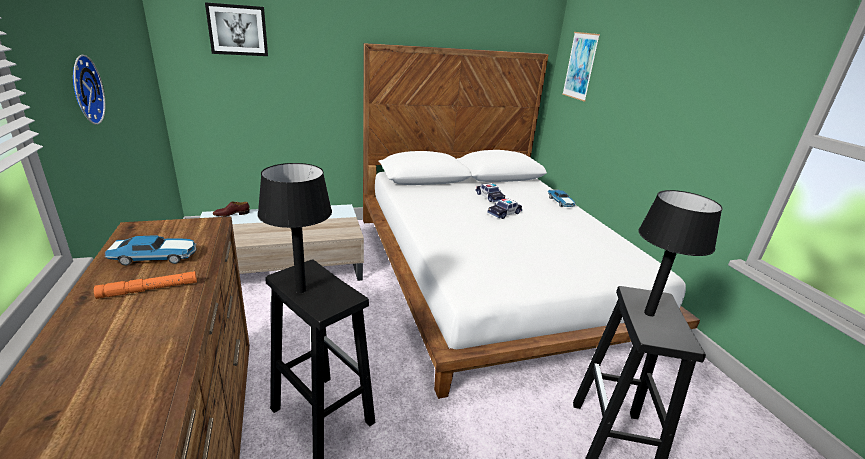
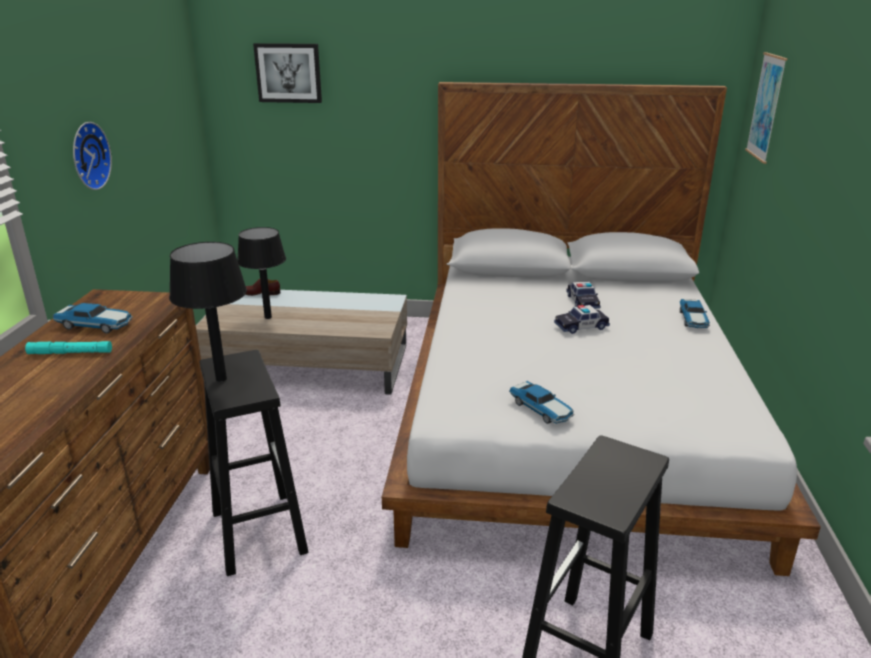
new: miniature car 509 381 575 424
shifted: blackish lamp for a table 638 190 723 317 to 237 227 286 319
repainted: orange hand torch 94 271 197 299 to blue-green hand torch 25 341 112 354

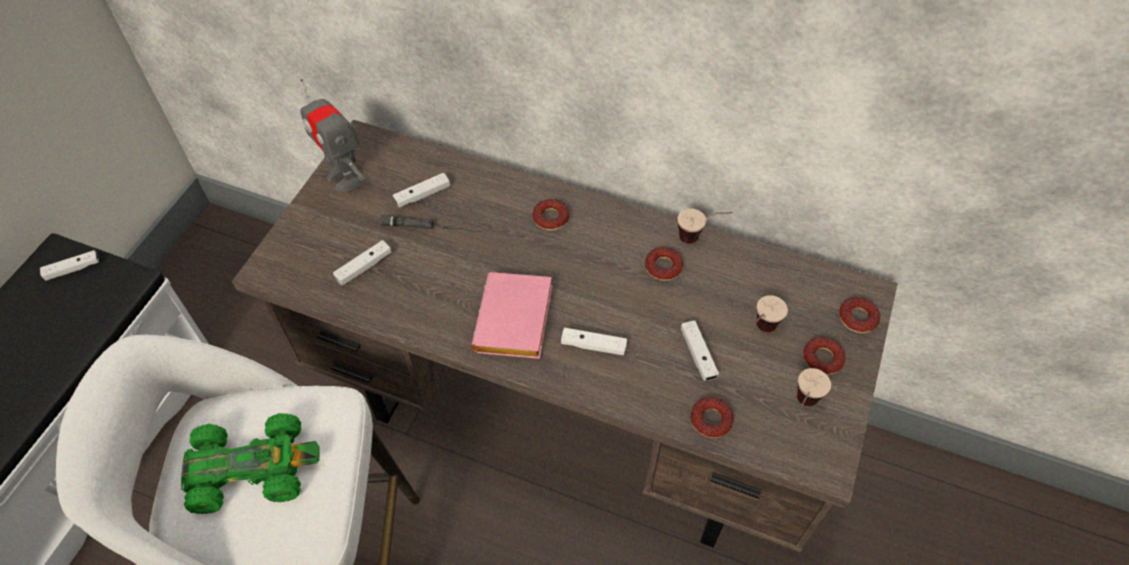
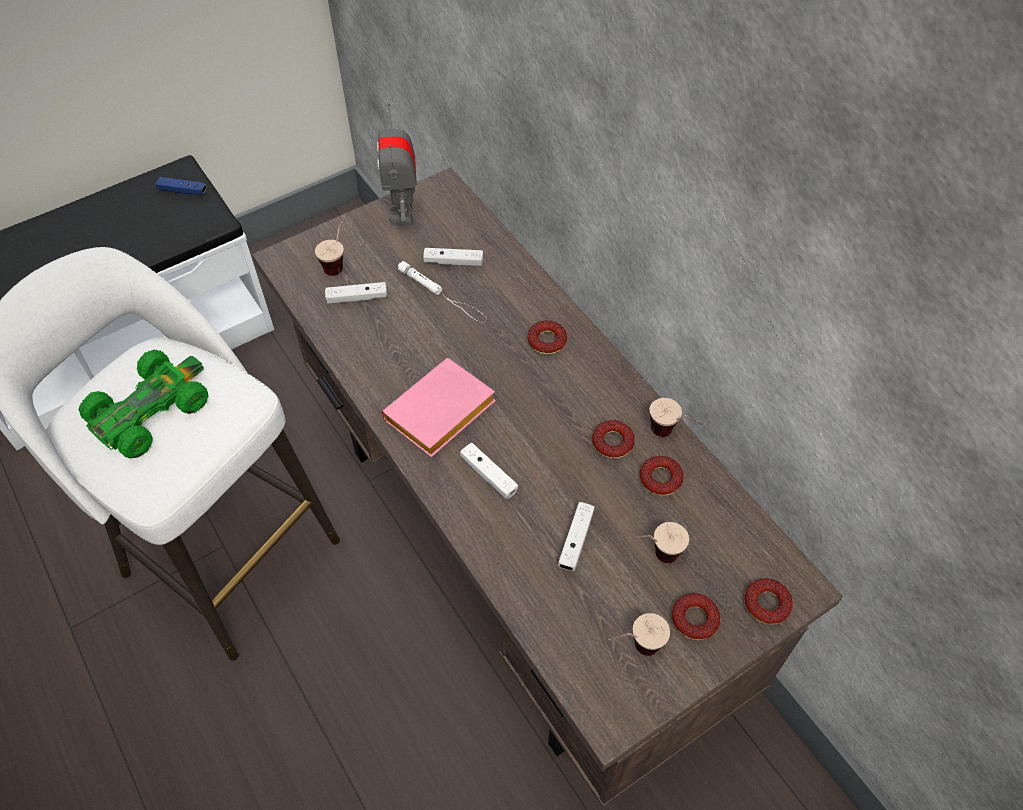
new: drinking cup 315 212 349 276
shifted: doughnut 691 397 734 438 to 640 456 684 496
repainted: white-coloured joypad 40 250 99 281 to bluish joypad 156 177 206 195; blackish hand torch 380 215 490 232 to white-coloured hand torch 398 261 486 321
rotated: greenish miniature car 181 413 319 514 = 78 350 208 458 75 degrees counterclockwise

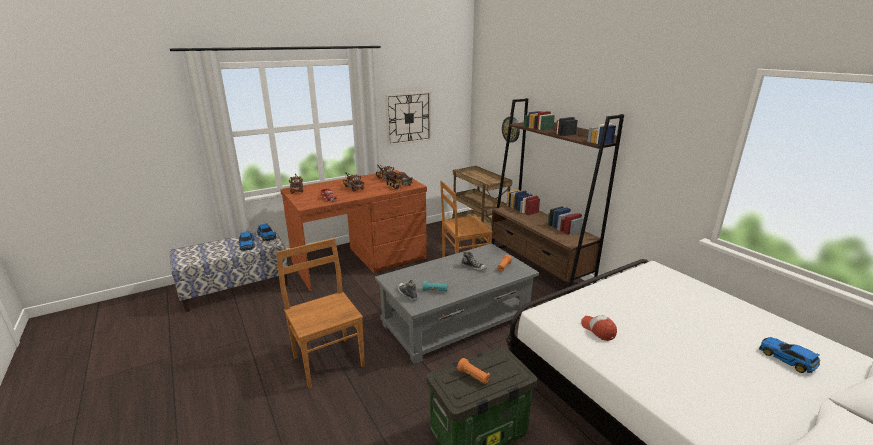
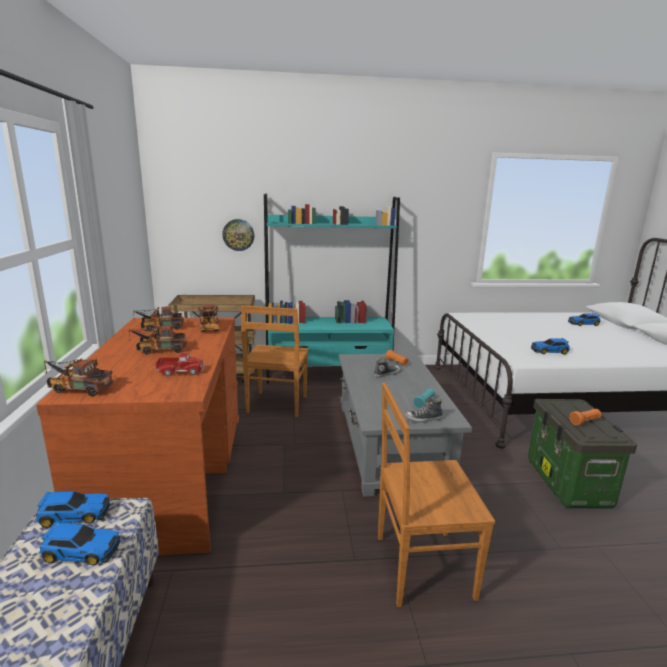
gone: hanging clock 385 91 431 146
swapped: baseball cap 581 315 617 341 to miniature car 531 338 570 354
repainted: brown bookshelf 491 98 624 294 to blue-green bookshelf 264 194 400 384

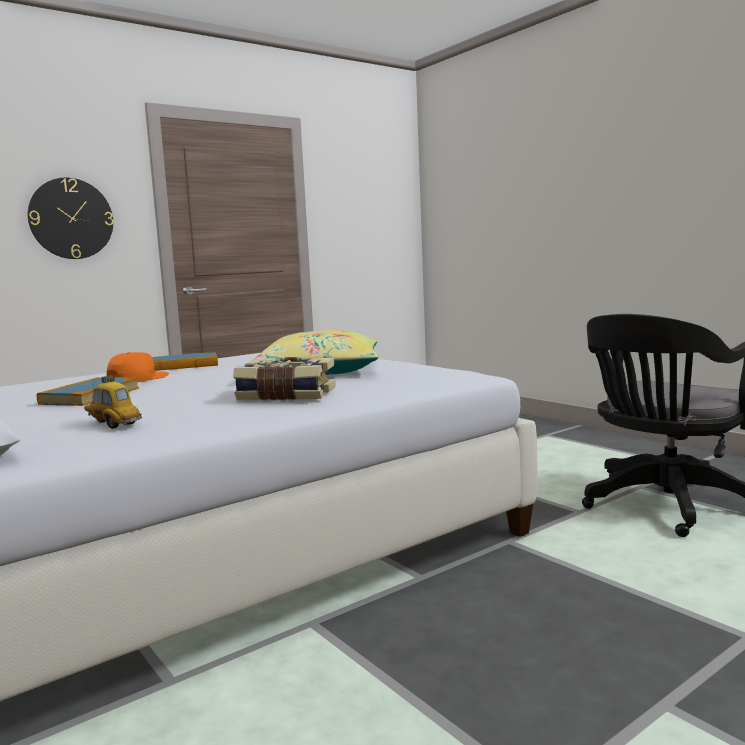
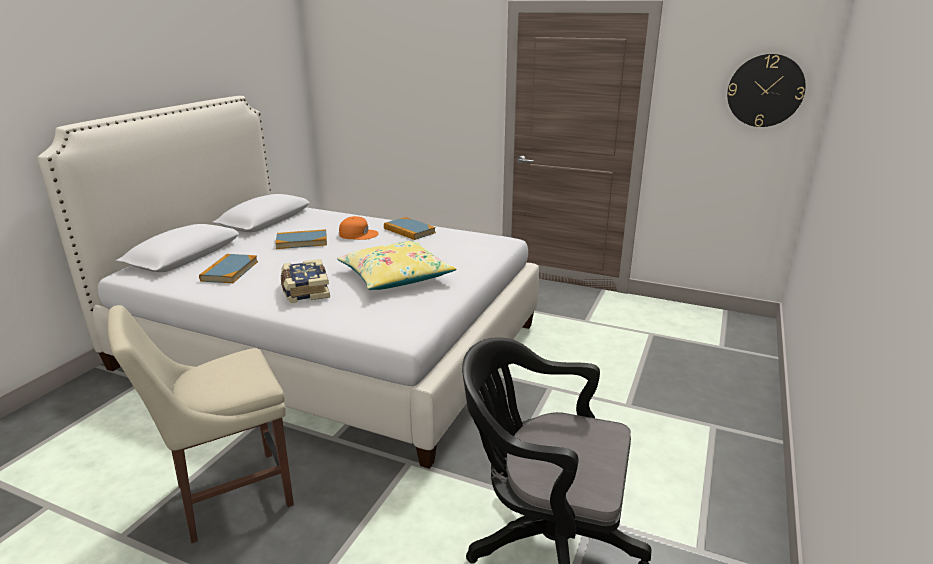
new: beige-coloured upright chair 108 305 294 543
shifted: hanging clock 28 178 113 259 to 727 54 806 127
swapped: miniature car 84 375 142 429 to book 199 254 258 283

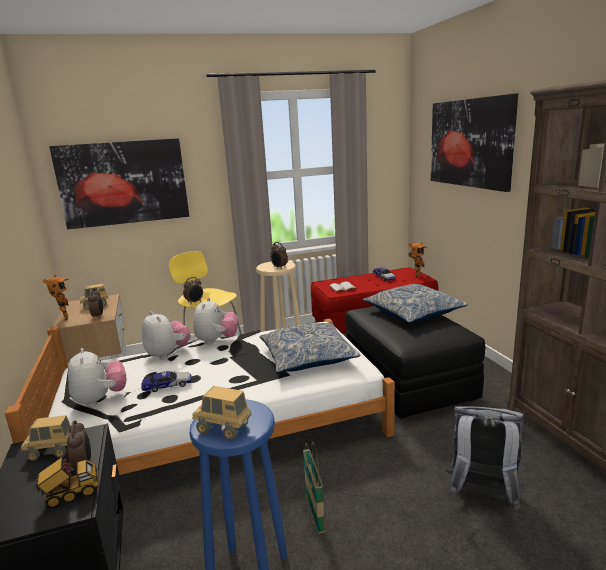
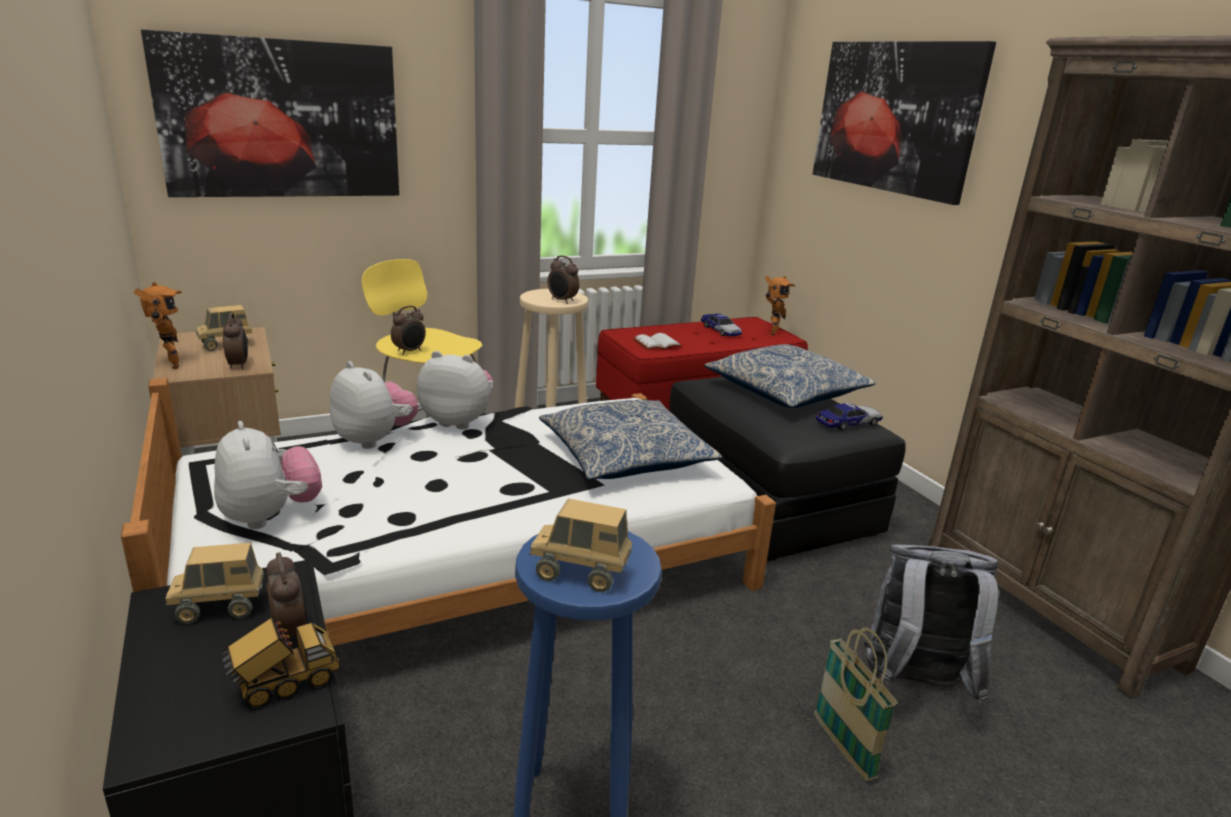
shifted: miniature car 141 371 192 392 to 816 402 883 430; storage basket 303 441 325 534 to 814 627 898 781
rotated: cuddly toy 194 297 238 345 = 417 351 493 429 75 degrees counterclockwise

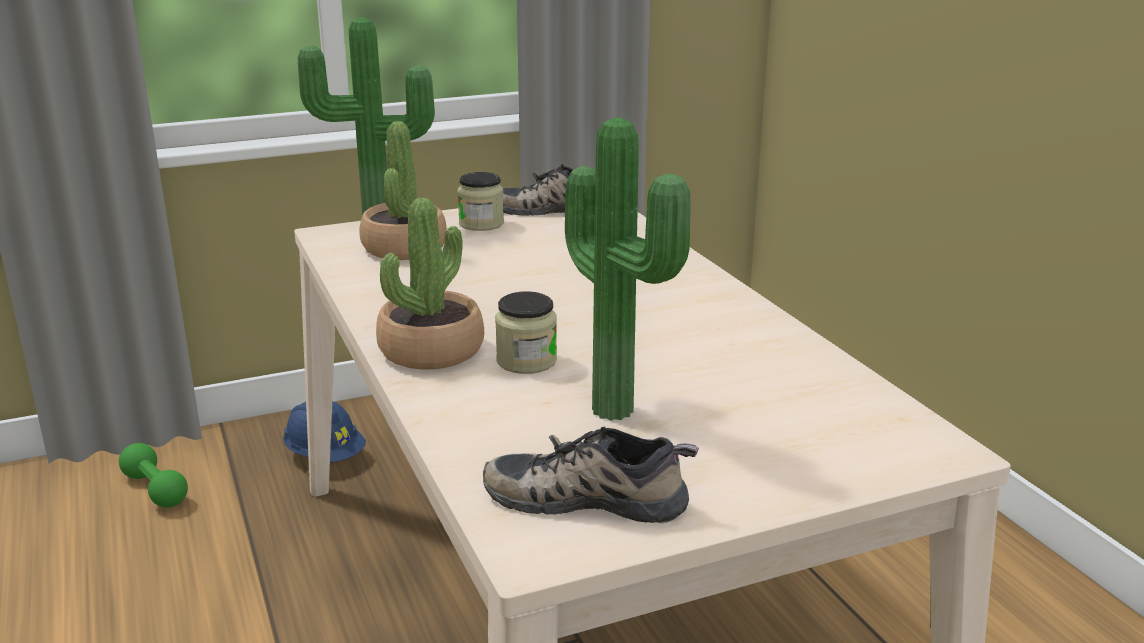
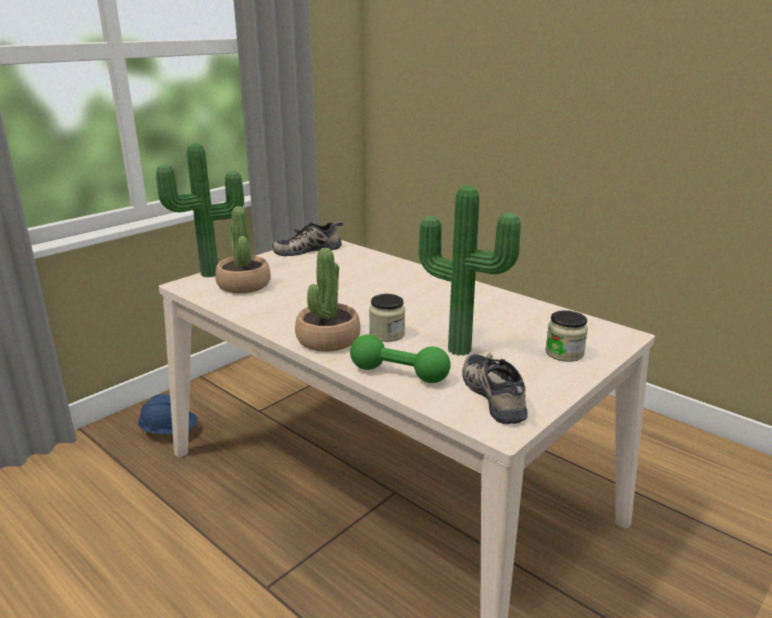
shifted: greenish dumbbell 119 443 188 508 to 350 334 451 383; storage jar 458 172 504 231 to 546 310 588 362
rotated: low shoe 483 427 699 523 = 462 353 528 424 90 degrees clockwise

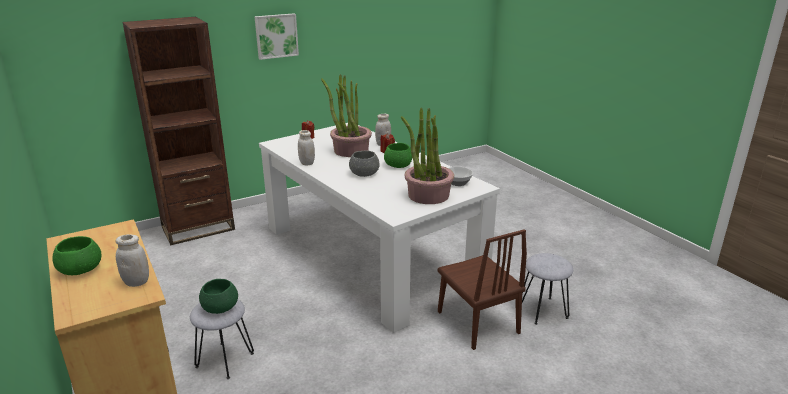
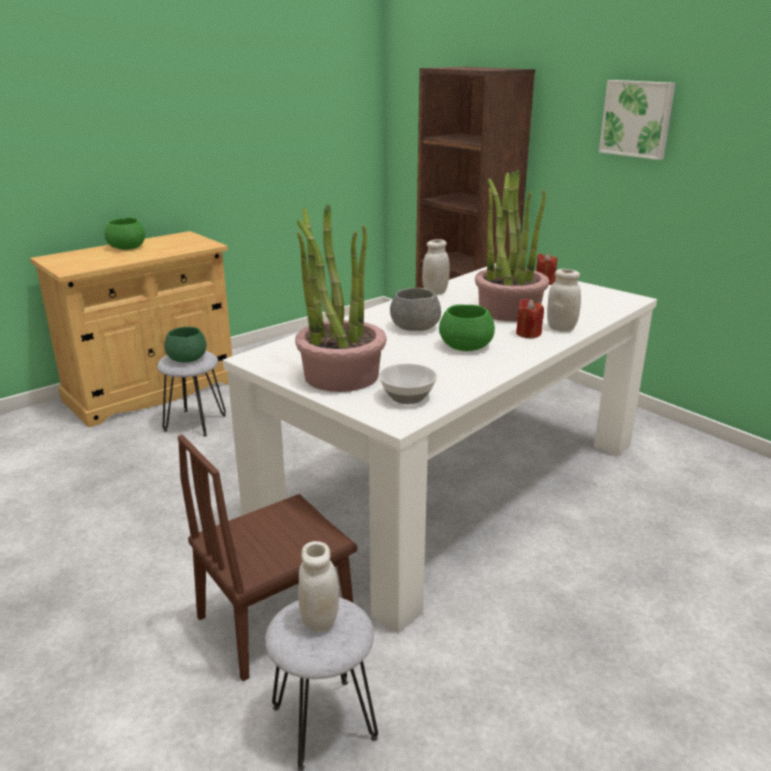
shifted: white-coloured storage jar 116 234 149 287 to 298 541 339 632

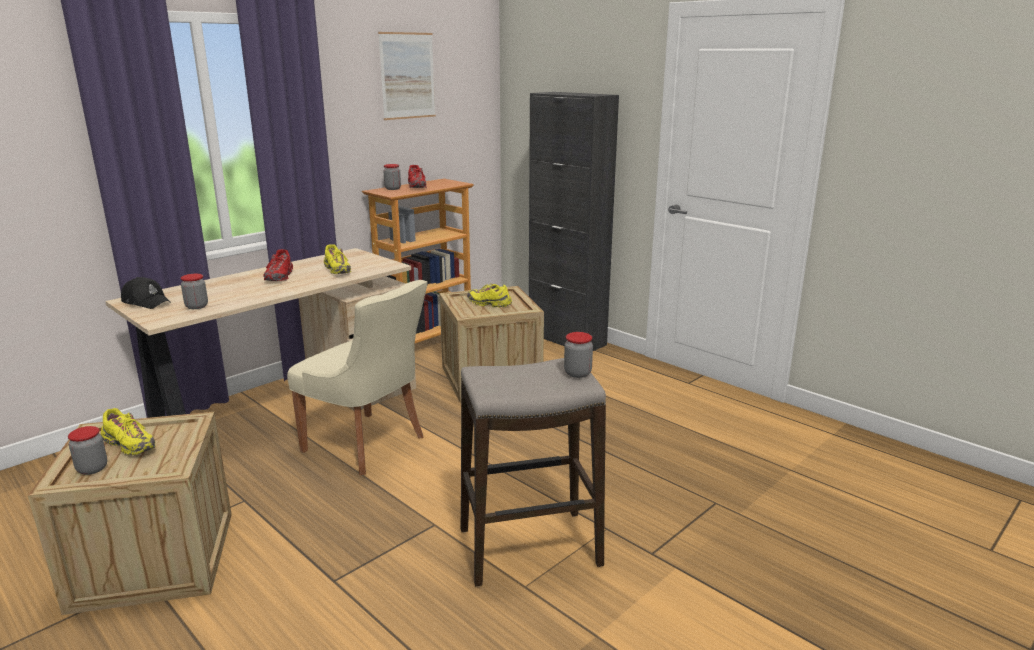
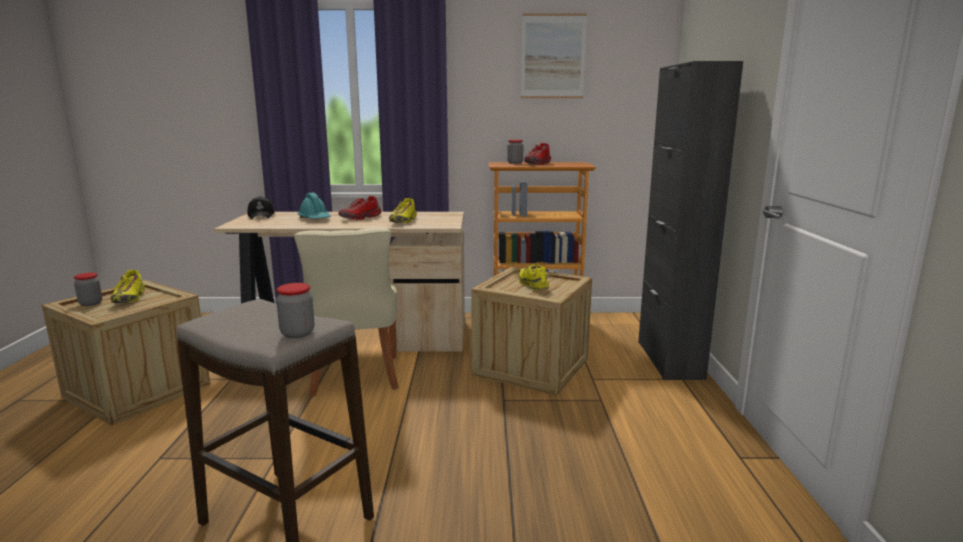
gone: storage jar 181 274 208 309
new: blue-green work helmet 298 193 331 219

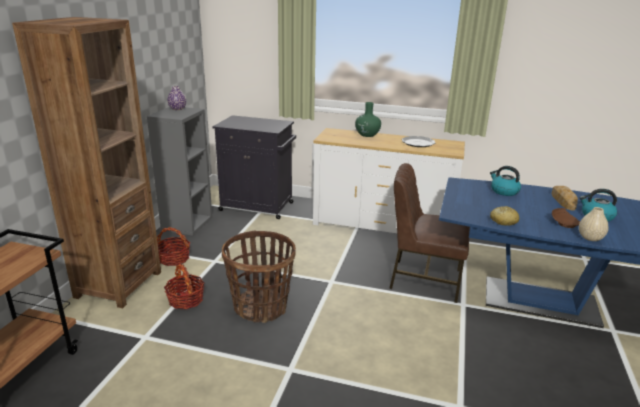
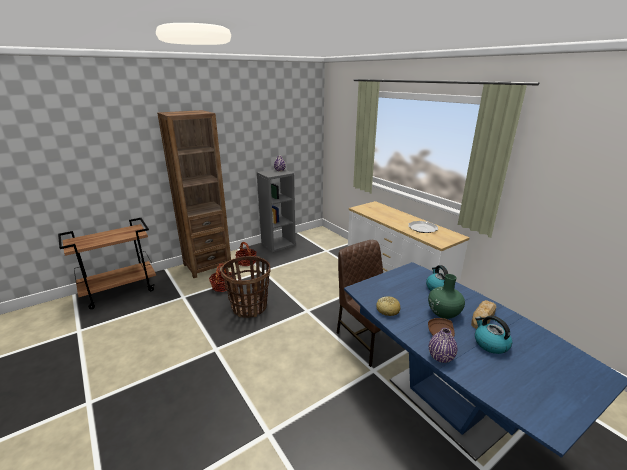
gone: blackish cupboard 212 115 296 219
shifted: greenish vase 355 102 381 137 to 428 274 465 319
repainted: beige-coloured vase 579 207 608 241 to purple vase 429 328 457 363

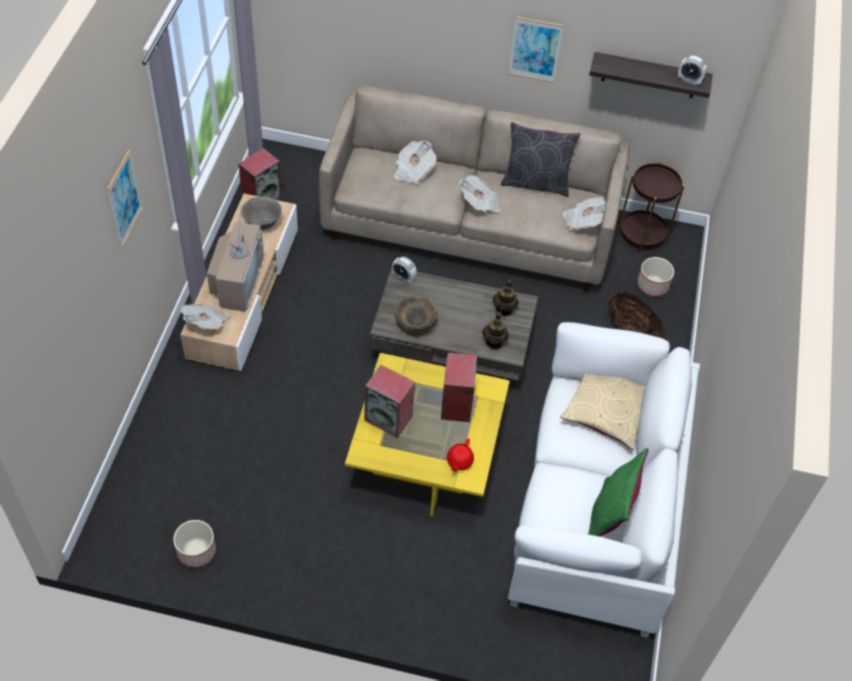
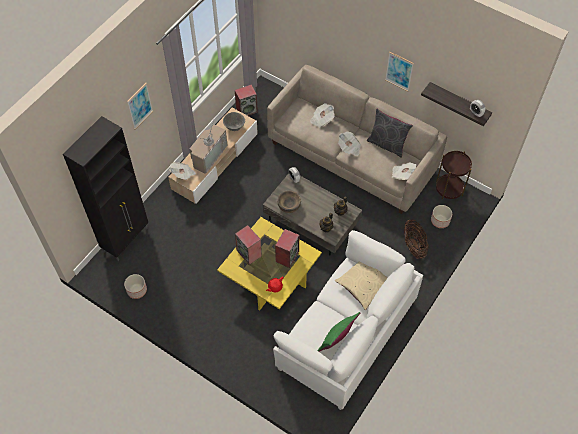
new: blackish cupboard 63 116 148 261

